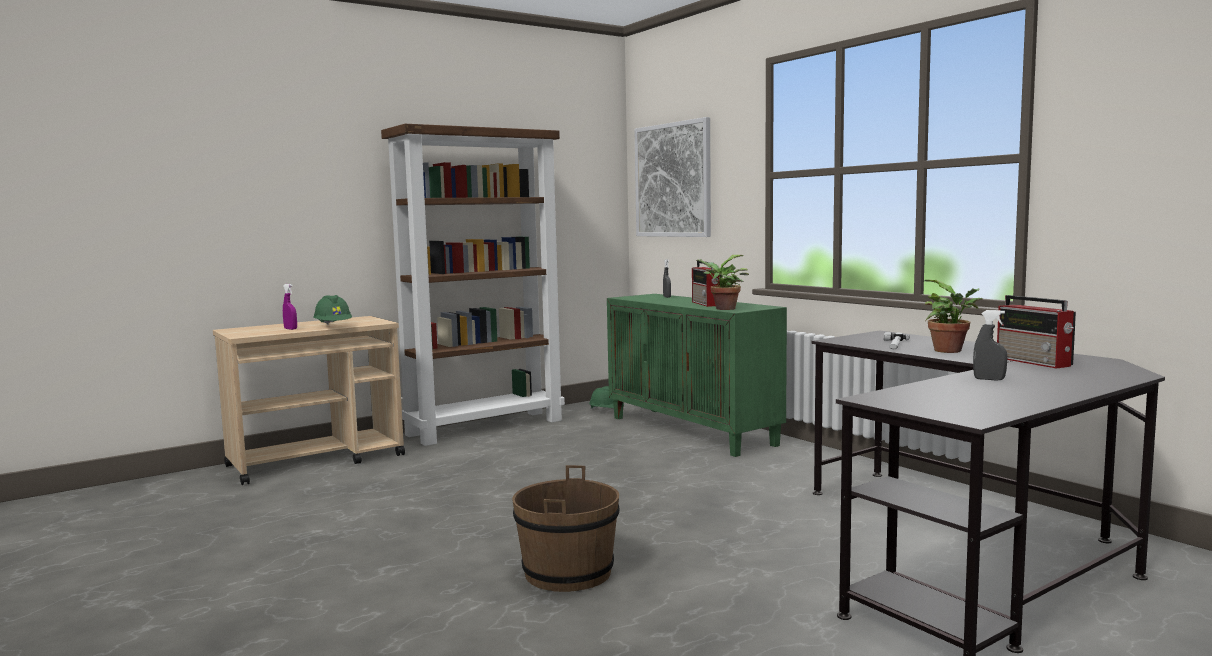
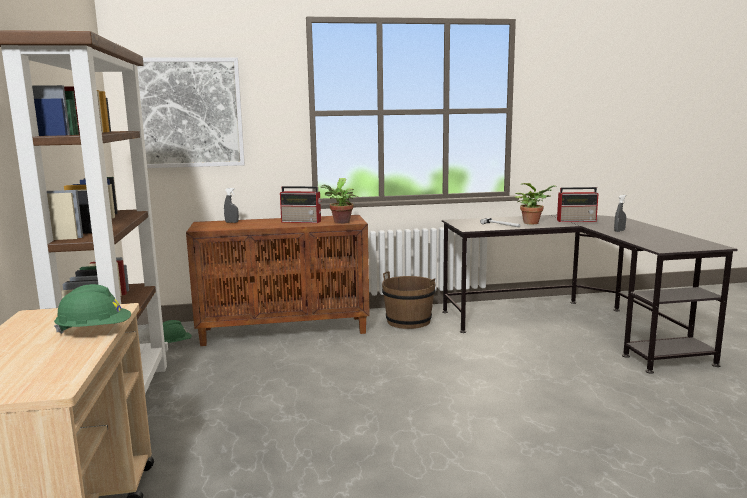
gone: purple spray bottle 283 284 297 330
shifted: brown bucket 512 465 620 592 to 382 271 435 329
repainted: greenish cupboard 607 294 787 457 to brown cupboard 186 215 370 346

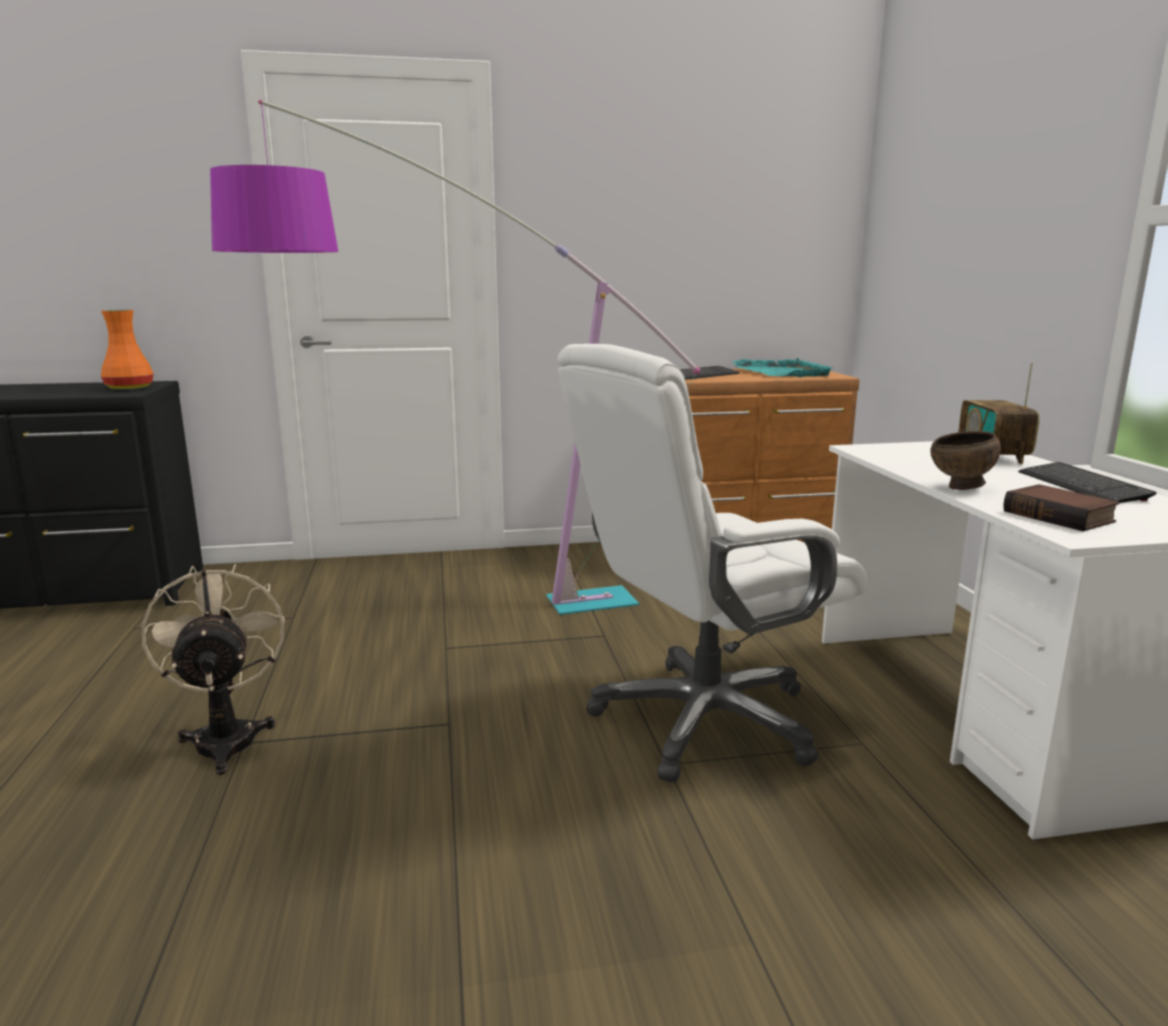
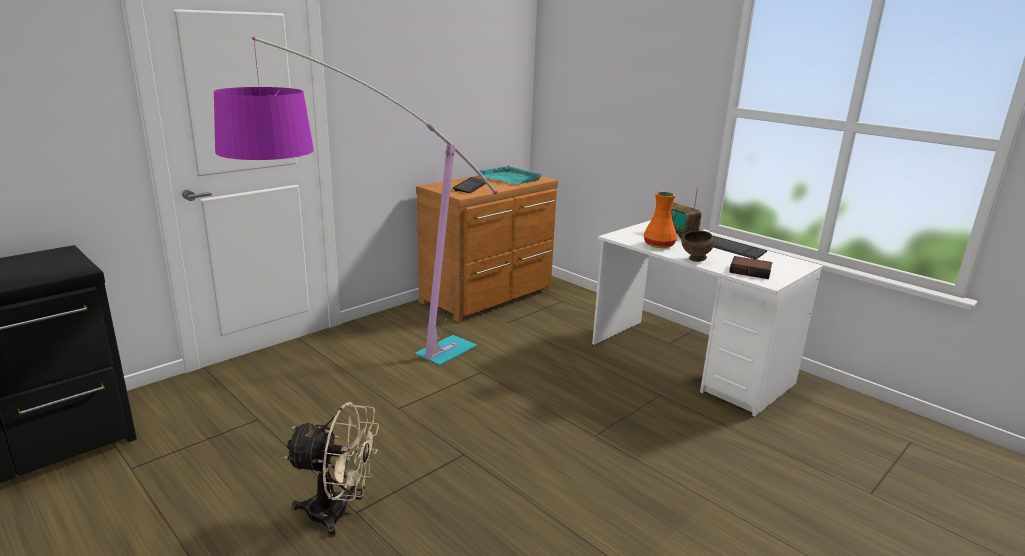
gone: white-coloured desk chair 558 344 867 783
shifted: orange vase 101 310 153 390 to 644 192 677 248
rotated: beige-coloured fan 141 564 284 775 = 284 402 379 537 150 degrees clockwise

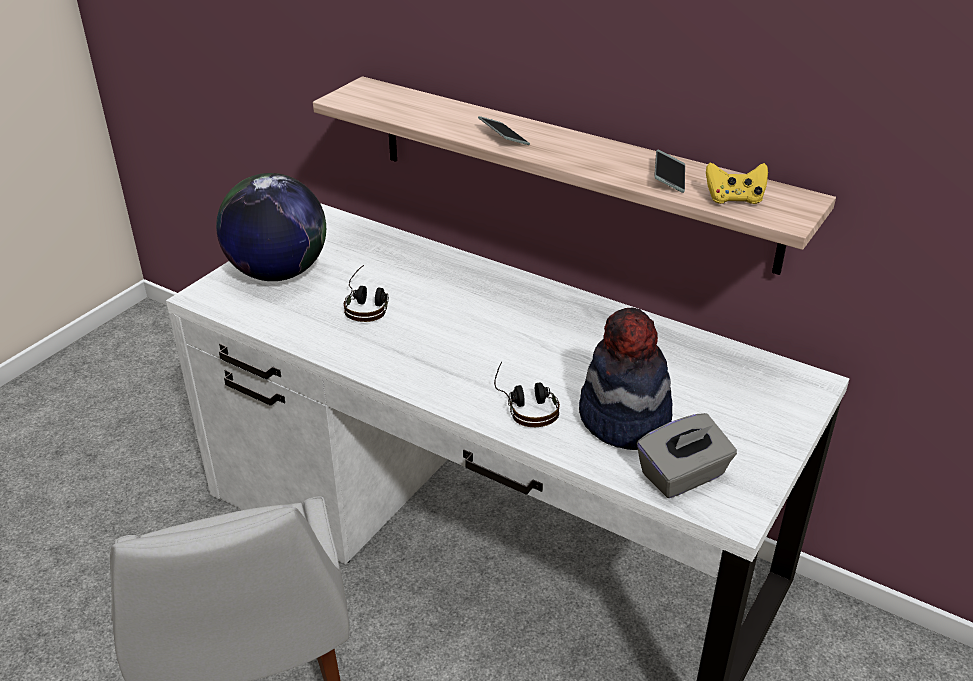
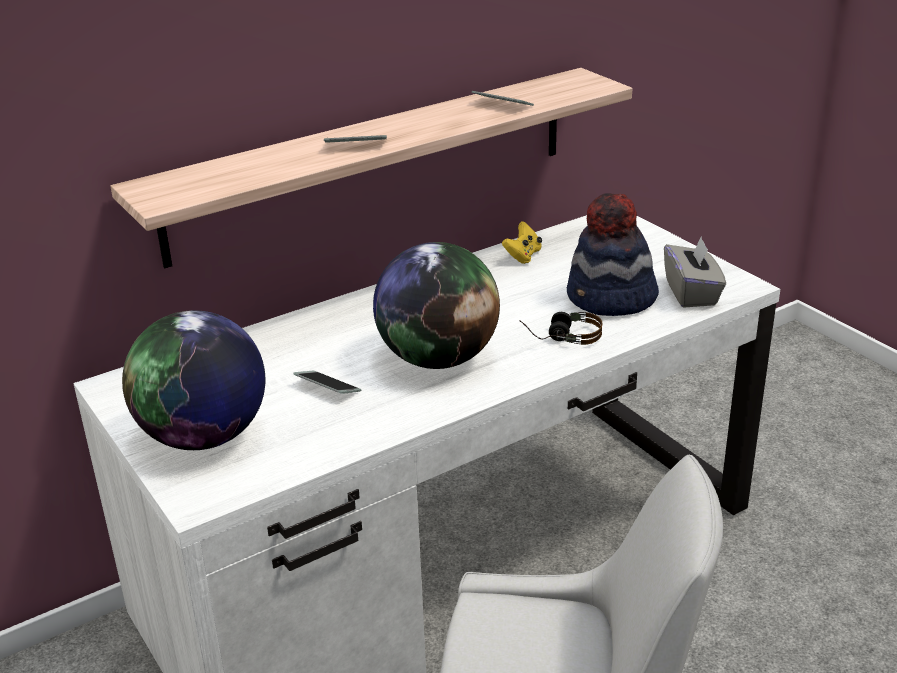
new: globe 373 242 500 369
shifted: yellow joypad 706 163 768 204 to 502 221 542 264
swapped: headphones 344 265 389 322 to handset 293 371 361 394

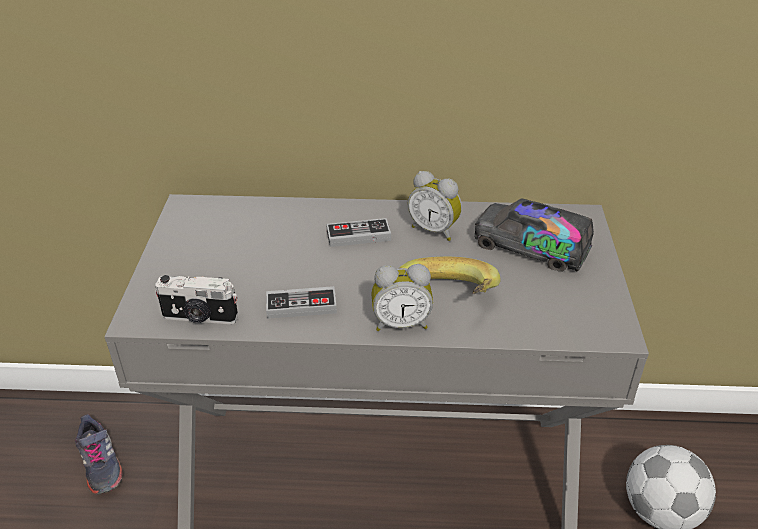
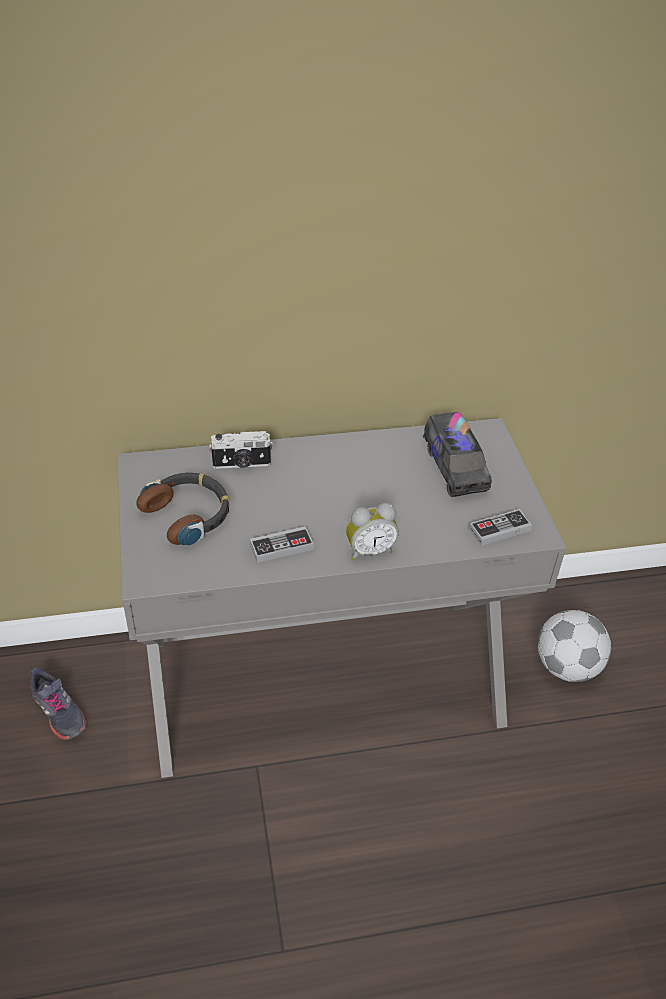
gone: whole banana 399 257 500 294; bedside clock 408 171 462 241
new: headphones 136 473 230 546
shifted: still camera 155 275 238 324 to 209 431 273 469; joypad 326 218 391 247 to 469 509 532 546
rotated: toy lorry 474 198 594 272 = 423 412 492 497 120 degrees counterclockwise

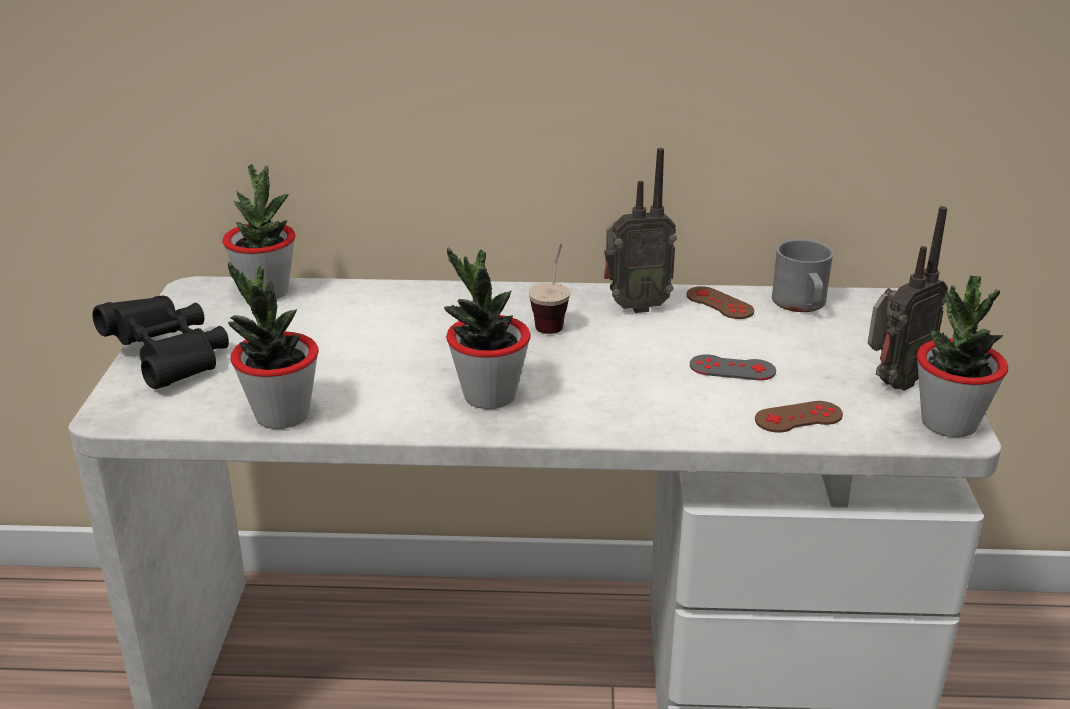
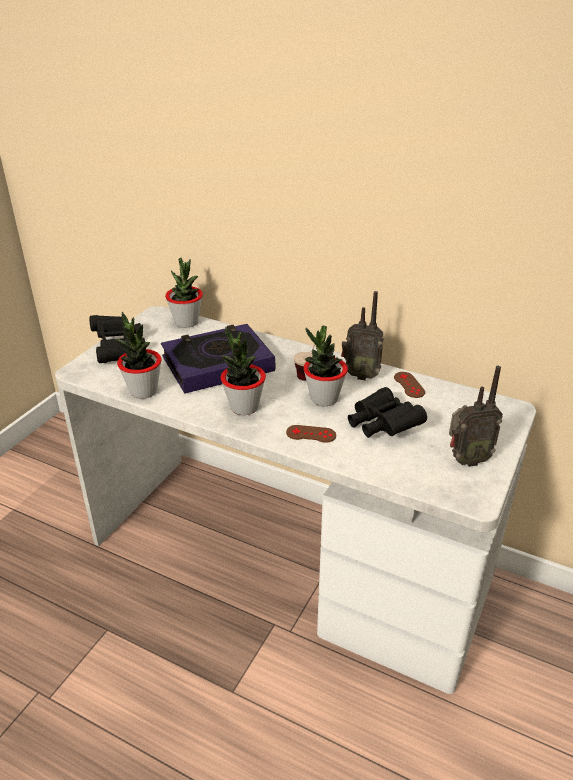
gone: greyish mug 772 239 834 312
new: book 161 324 275 393
shifted: brown joypad 755 401 843 433 to 286 425 336 443; houseplant 916 276 1008 437 to 303 325 348 406
swapped: greyish joypad 690 354 776 380 to blackish field glasses 348 387 427 438

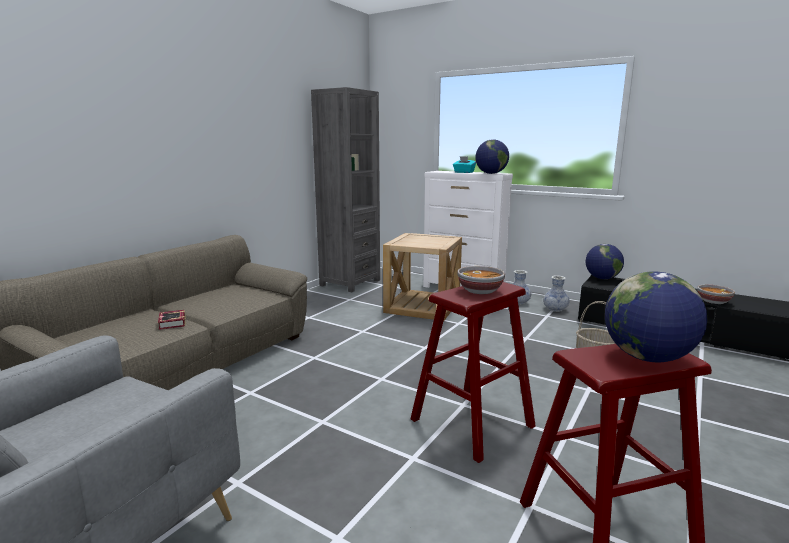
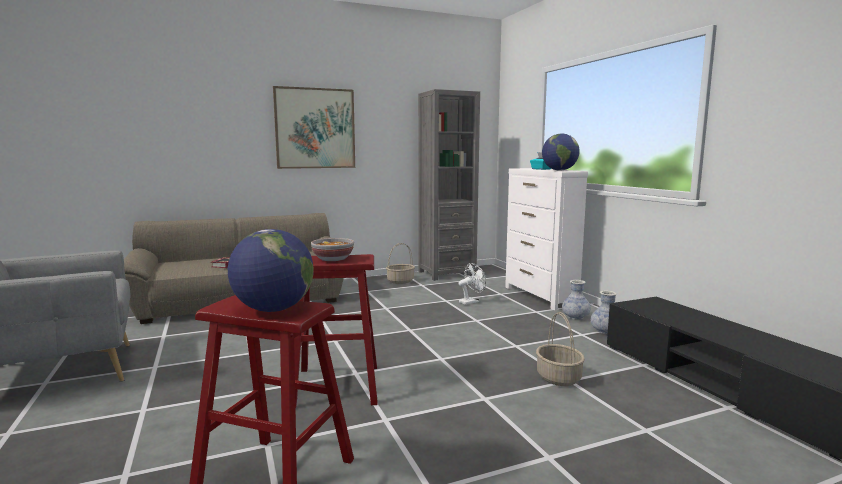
gone: globe 586 244 624 279; bowl 697 284 735 304
new: wall art 273 86 355 169; storage basket 386 243 415 284
swapped: beige-coloured end table 383 233 462 321 to white-coloured fan 458 263 486 305

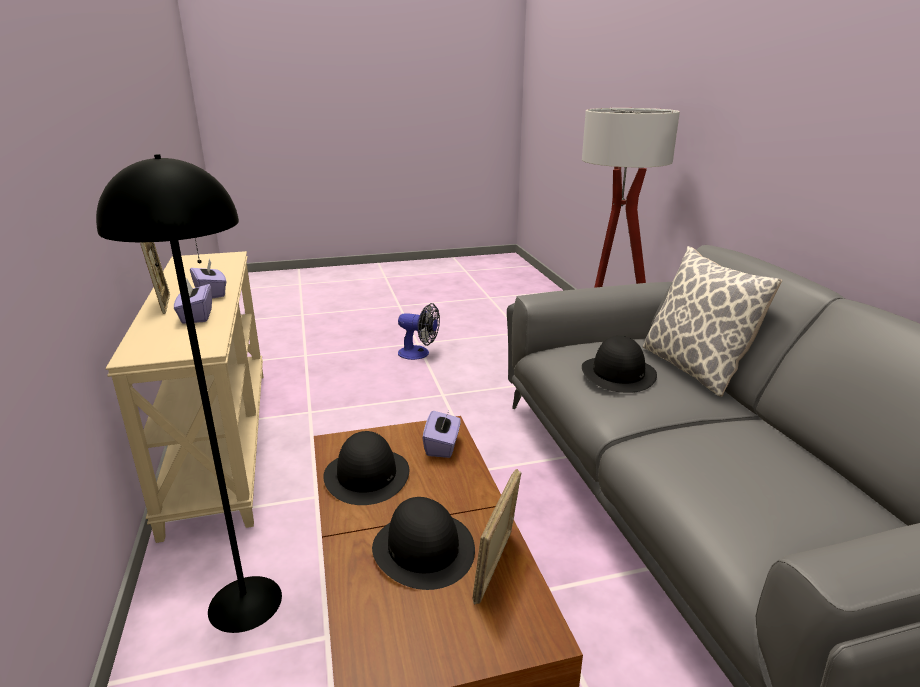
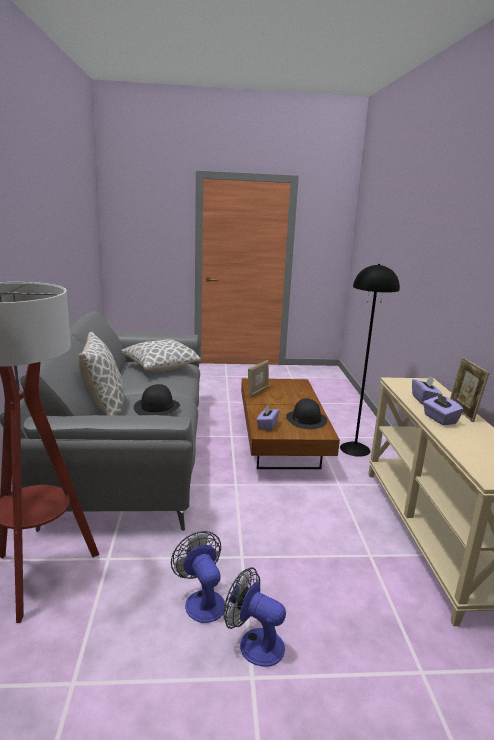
gone: blackish clothing hat 372 497 475 590
new: pillow 122 339 201 371; fan 171 531 225 623

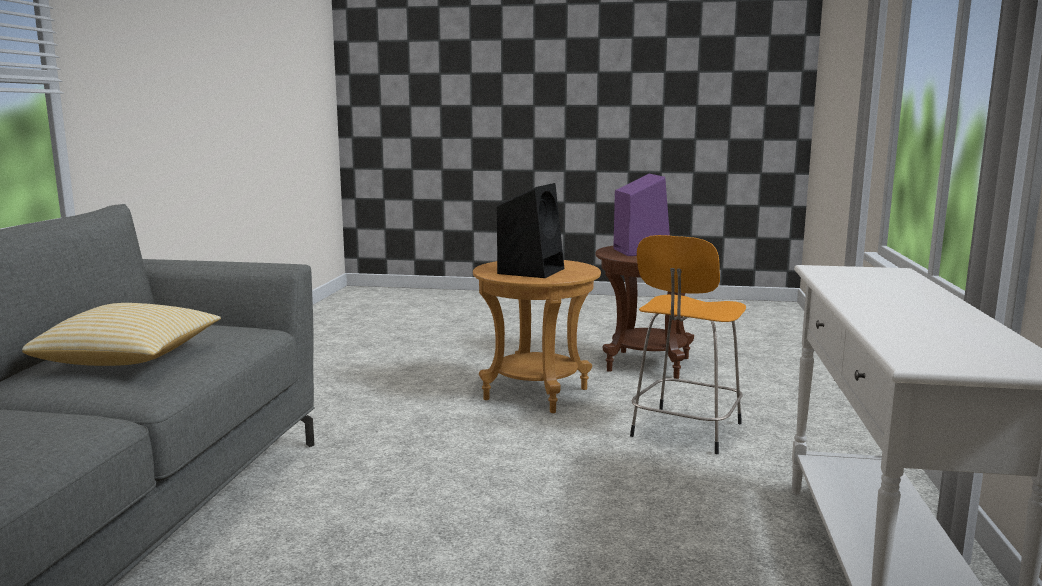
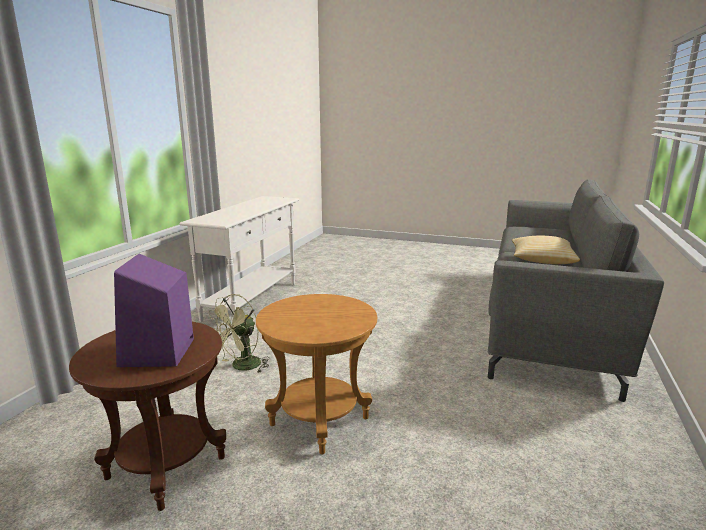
gone: blackish speaker 497 183 564 278
swapped: orange sitting stool 630 235 746 454 to greenish fan 209 294 270 373

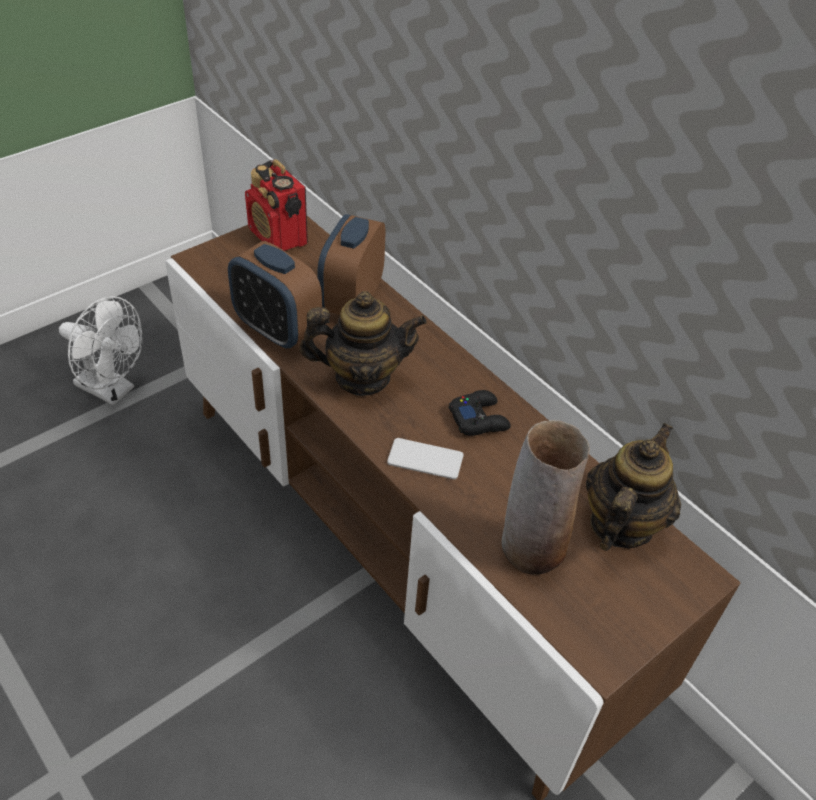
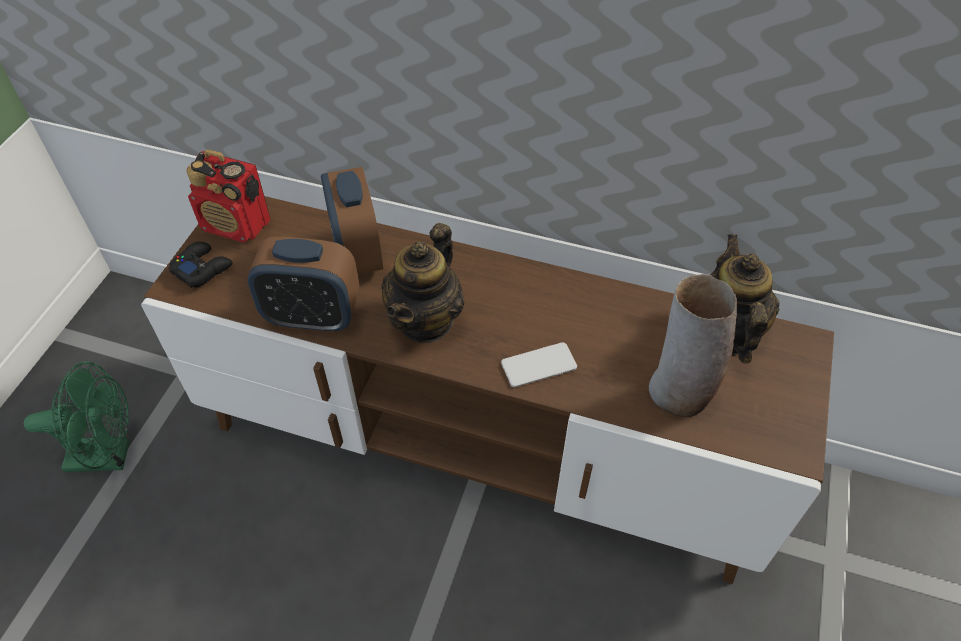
shifted: blackish joypad 449 390 511 436 to 168 242 233 287
repainted: white-coloured fan 59 296 142 406 to greenish fan 24 362 130 472
rotated: pot for tea 299 291 427 396 = 381 223 465 343 150 degrees clockwise

